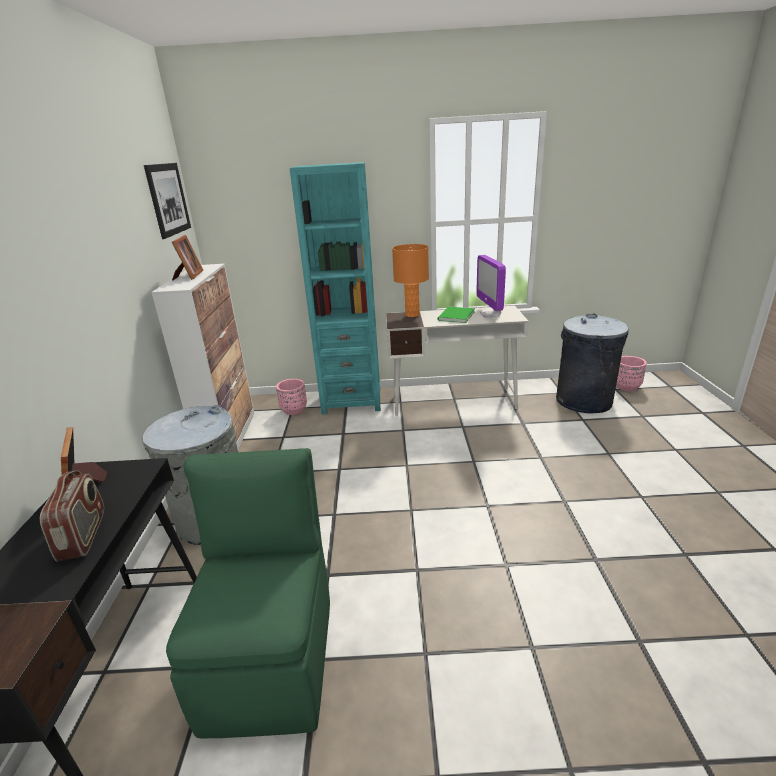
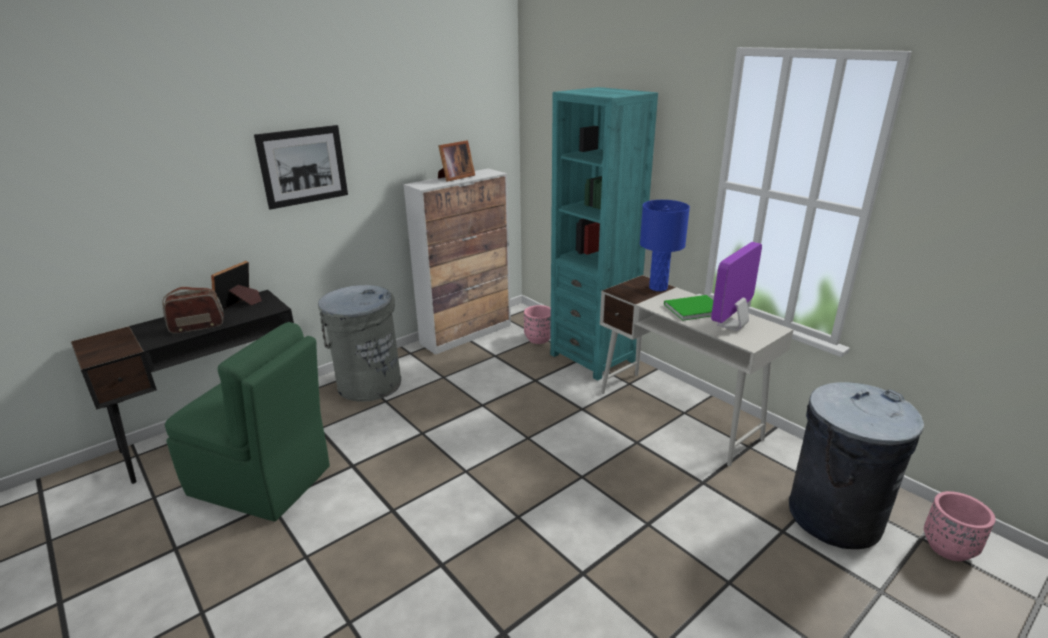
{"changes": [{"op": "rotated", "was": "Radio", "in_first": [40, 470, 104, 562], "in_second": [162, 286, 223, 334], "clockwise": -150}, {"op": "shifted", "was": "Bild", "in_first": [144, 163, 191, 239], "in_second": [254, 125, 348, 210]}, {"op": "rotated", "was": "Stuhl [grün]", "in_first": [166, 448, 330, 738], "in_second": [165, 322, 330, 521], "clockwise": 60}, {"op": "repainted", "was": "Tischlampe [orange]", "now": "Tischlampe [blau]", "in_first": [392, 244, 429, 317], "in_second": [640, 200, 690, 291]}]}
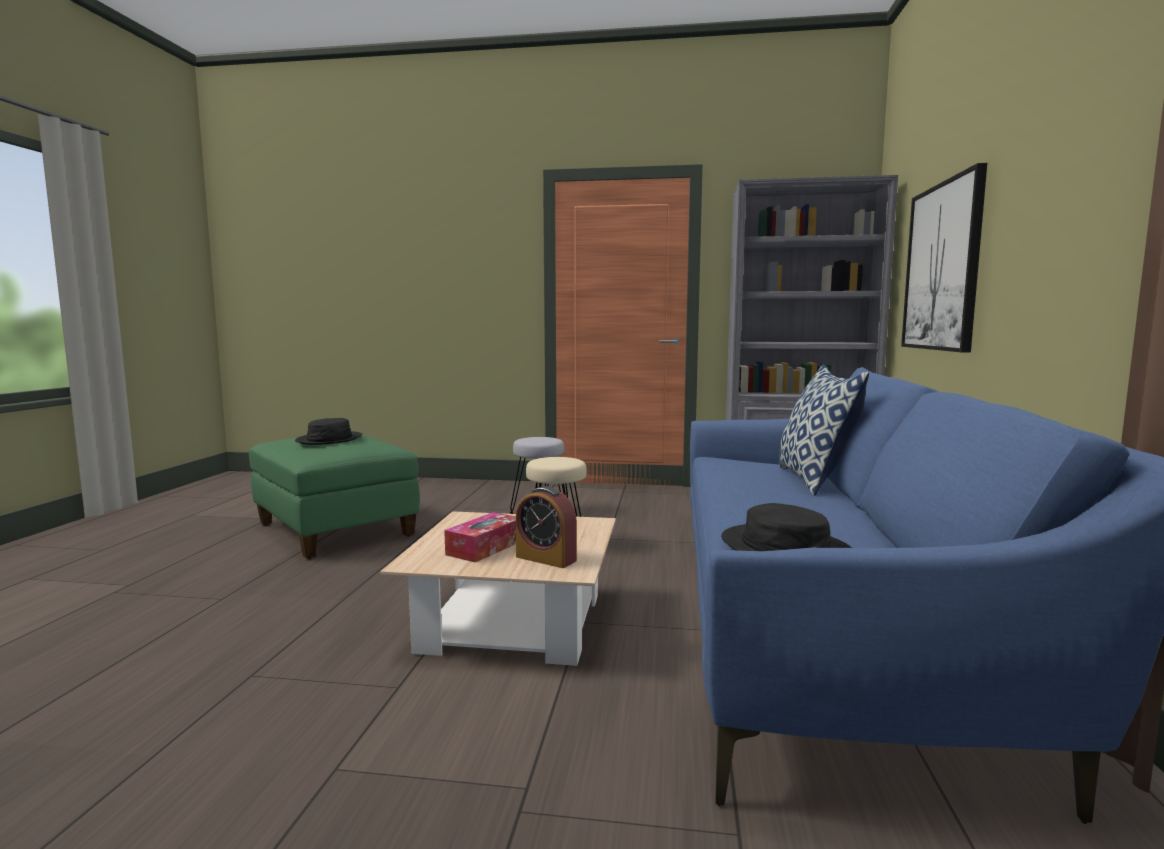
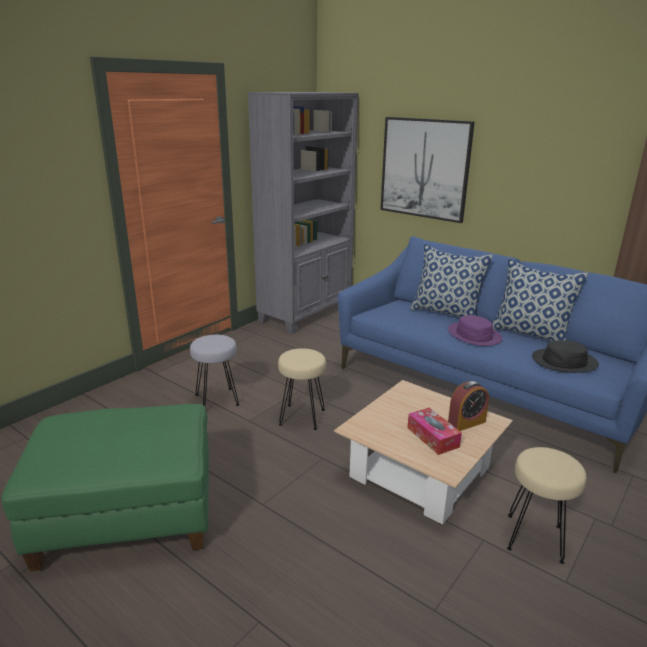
{"changes": [{"op": "gone", "was": "Hut [schwarz]", "in_first": [295, 418, 362, 445]}, {"op": "new", "now": "Hut [lila]", "in_second": [448, 315, 503, 346]}, {"op": "new", "now": "Kissen", "in_second": [492, 259, 588, 342]}, {"op": "new", "now": "Hocker [beige]", "in_second": [507, 447, 587, 564]}]}
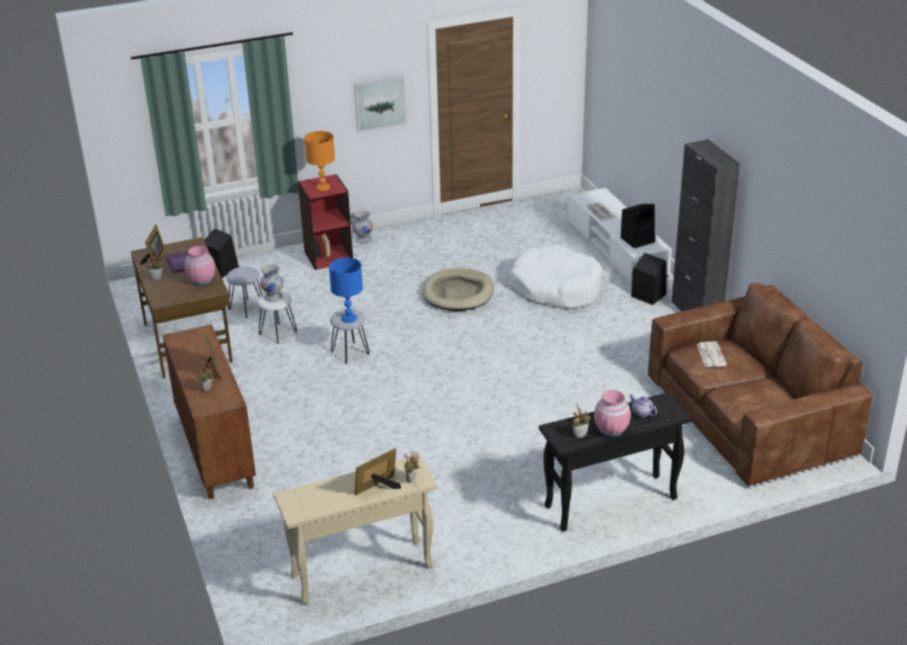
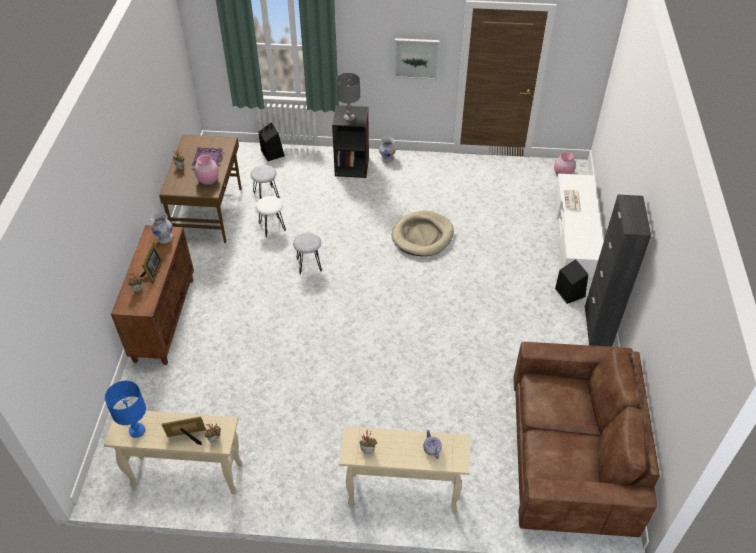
{"changes": [{"op": "gone", "was": "Bilderrahmen", "in_first": [140, 225, 166, 265]}, {"op": "shifted", "was": "Vase [weiß]", "in_first": [260, 264, 283, 302], "in_second": [151, 212, 173, 244]}, {"op": "repainted", "was": "Bücherregal [rot]", "now": "Bücherregal [schwarz]", "in_first": [298, 174, 353, 270], "in_second": [332, 105, 369, 178]}, {"op": "repainted", "was": "Tischlampe [orange]", "now": "Tischlampe [grau]", "in_first": [304, 131, 335, 191], "in_second": [336, 73, 360, 121]}, {"op": "shifted", "was": "Tischlampe [blau]", "in_first": [329, 258, 363, 323], "in_second": [105, 381, 146, 438]}, {"op": "gone", "was": "Hundebett [weiß]", "in_first": [510, 245, 603, 310]}, {"op": "repainted", "was": "Konsolentisch [schwarz]", "now": "Konsolentisch [beige]", "in_first": [539, 392, 692, 531], "in_second": [339, 426, 470, 512]}, {"op": "shifted", "was": "Vase [rosa]", "in_first": [594, 390, 631, 437], "in_second": [554, 152, 576, 176]}, {"op": "gone", "was": "Lautsprecher [schwarz]", "in_first": [621, 204, 655, 248]}, {"op": "gone", "was": "Zeitung", "in_first": [697, 341, 727, 367]}]}
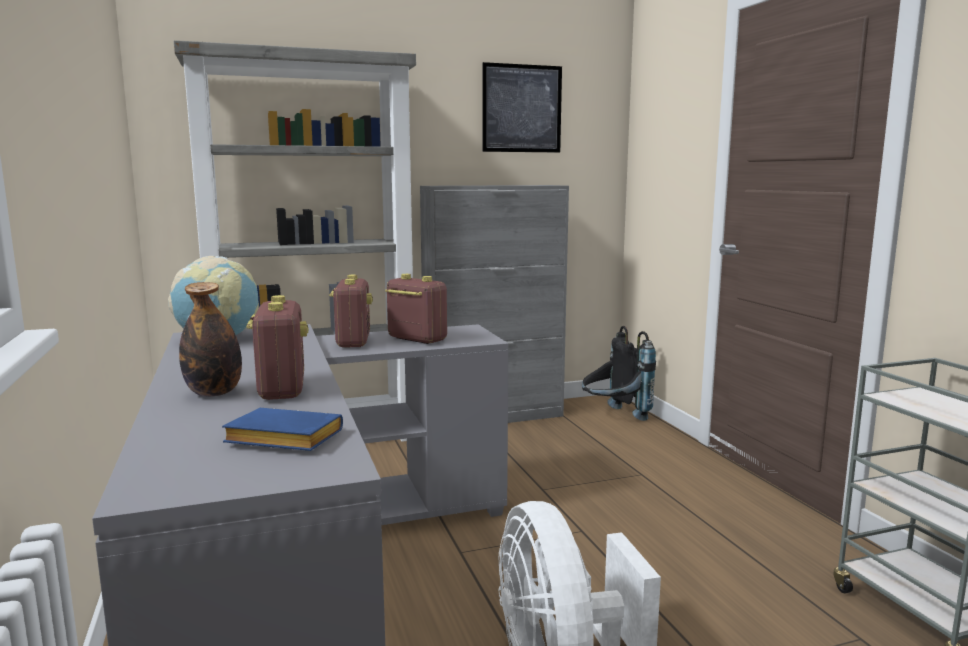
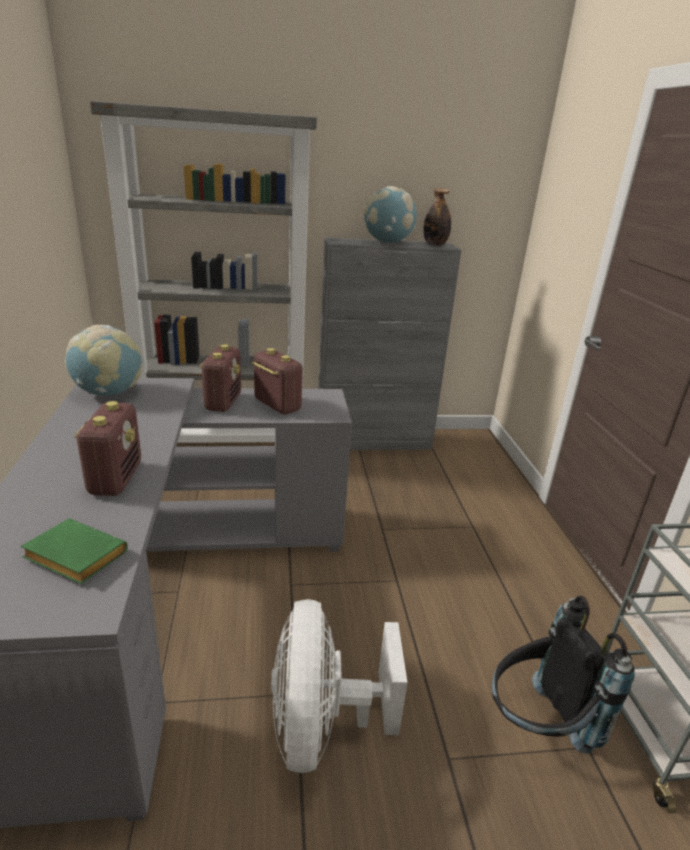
{"changes": [{"op": "shifted", "was": "Flasche", "in_first": [179, 282, 242, 397], "in_second": [423, 188, 451, 246]}, {"op": "repainted", "was": "Buch [blau]", "now": "Buch [grün]", "in_first": [222, 408, 343, 451], "in_second": [21, 519, 128, 584]}, {"op": "gone", "was": "Bild", "in_first": [482, 62, 562, 152]}, {"op": "shifted", "was": "Rucksack [schwarz]", "in_first": [582, 326, 656, 421], "in_second": [492, 596, 635, 754]}, {"op": "new", "now": "Globus", "in_second": [364, 186, 417, 243]}]}
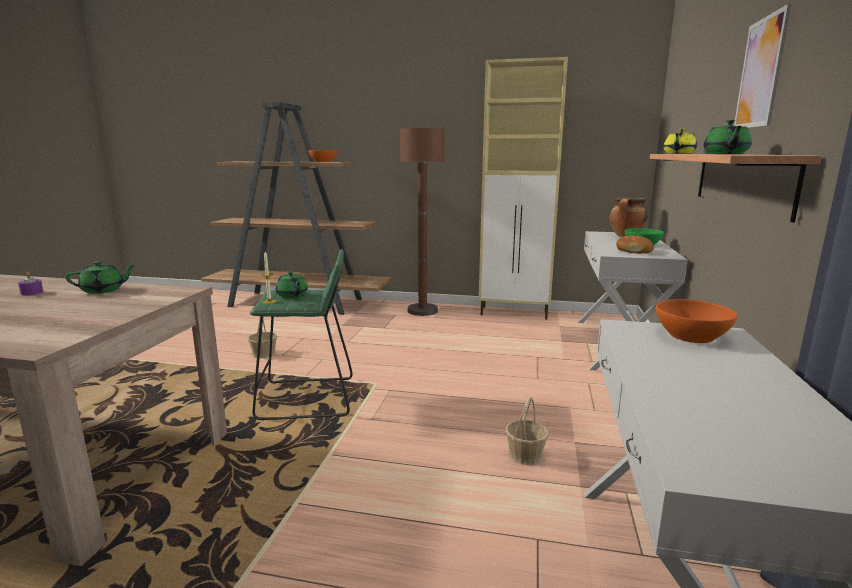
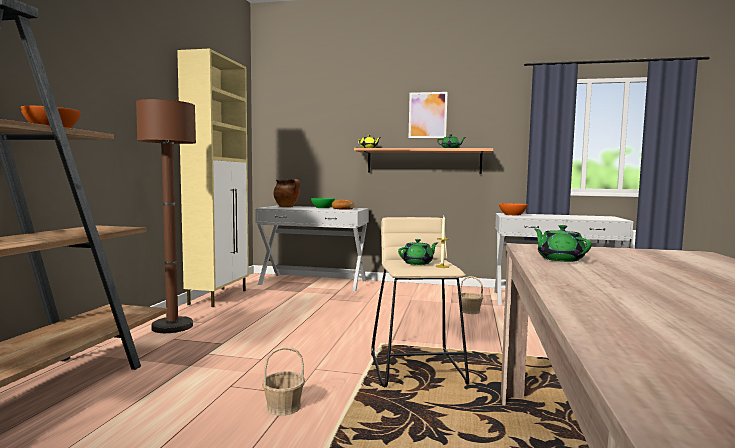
{"changes": [{"op": "gone", "was": "Kerze [lila]", "in_first": [18, 272, 43, 296]}, {"op": "repainted", "was": "Hocker [grün]", "now": "Hocker [beige]", "in_first": [250, 249, 353, 420], "in_second": [371, 217, 469, 387]}]}
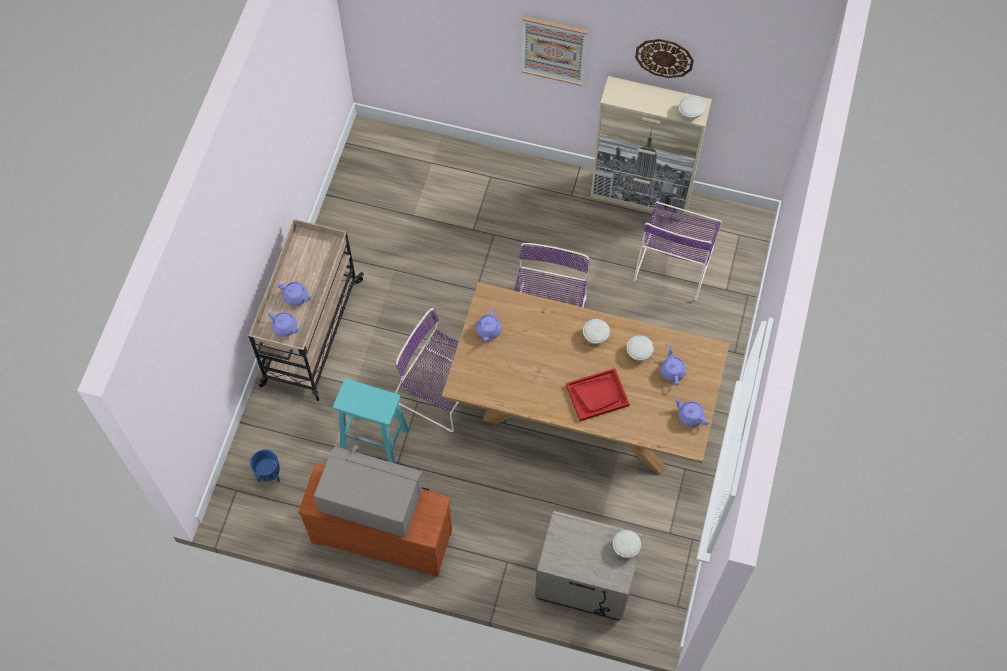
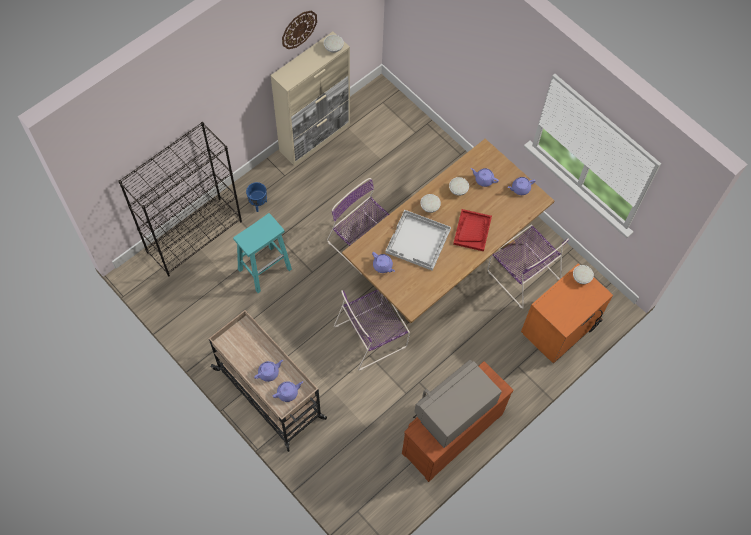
{"changes": [{"op": "shifted", "was": "Pflanzkübel [blau]", "in_first": [250, 449, 280, 483], "in_second": [246, 182, 267, 212]}, {"op": "shifted", "was": "Hocker [türkis]", "in_first": [333, 378, 409, 463], "in_second": [233, 213, 292, 293]}, {"op": "gone", "was": "Bild", "in_first": [521, 16, 587, 86]}, {"op": "repainted", "was": "Nachttisch [beige]", "now": "Nachttisch [orange]", "in_first": [535, 511, 643, 621], "in_second": [521, 263, 613, 364]}, {"op": "shifted", "was": "Stuhl [lila]", "in_first": [633, 202, 722, 300], "in_second": [487, 225, 569, 309]}, {"op": "new", "now": "Bücherregal [schwarz]", "in_second": [118, 122, 242, 277]}, {"op": "new", "now": "Tablett [weiß]", "in_second": [385, 210, 451, 271]}]}
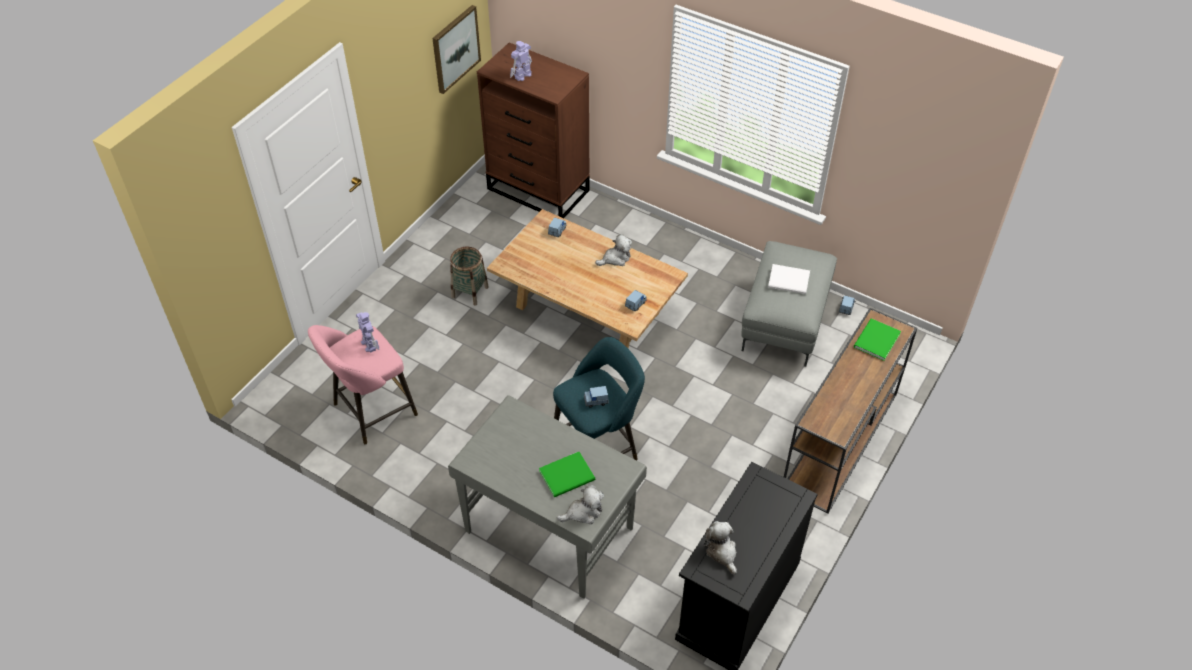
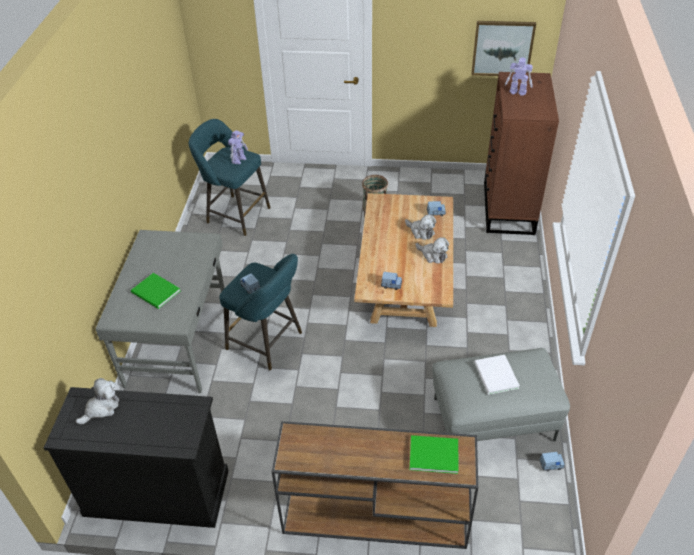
{"changes": [{"op": "repainted", "was": "Hocker [rosa]", "now": "Hocker [türkis]", "in_first": [308, 325, 418, 444], "in_second": [189, 119, 270, 236]}, {"op": "shifted", "was": "Plüschtier", "in_first": [556, 485, 604, 524], "in_second": [405, 214, 436, 240]}]}
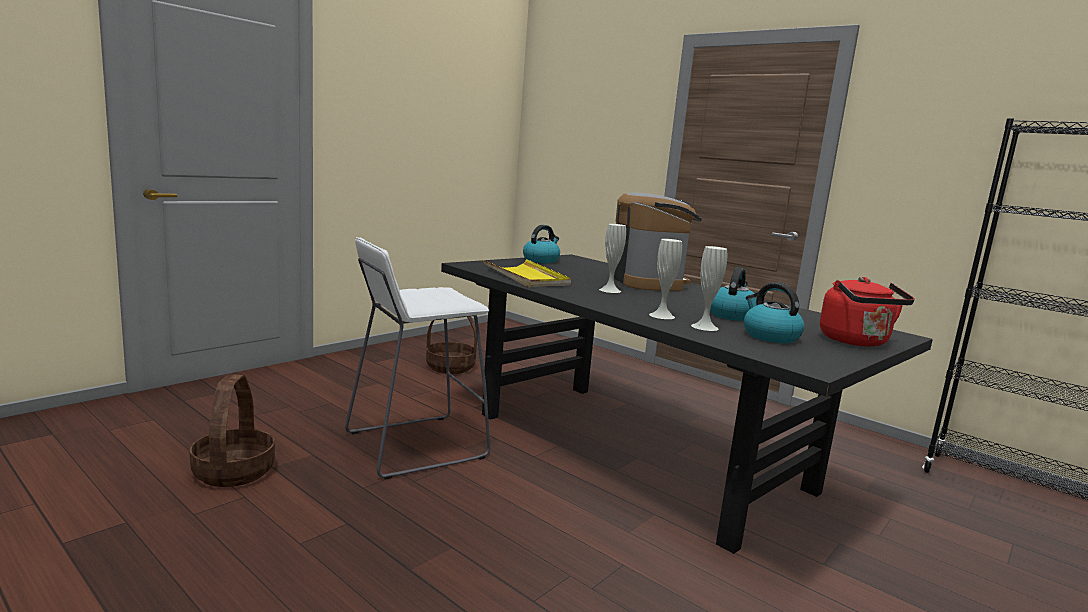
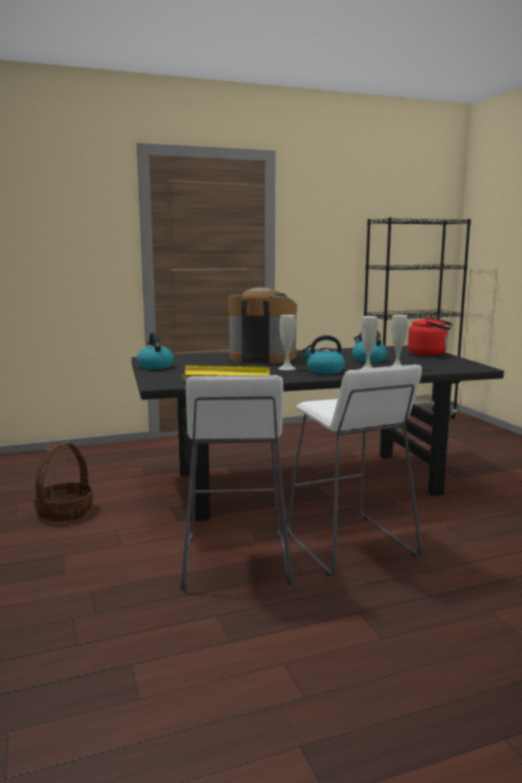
{"changes": [{"op": "gone", "was": "Korb", "in_first": [189, 374, 275, 487]}, {"op": "shifted", "was": "Wasserkessel", "in_first": [744, 283, 804, 343], "in_second": [301, 335, 345, 374]}, {"op": "new", "now": "Hocker [weiß]", "in_second": [287, 365, 422, 576]}]}
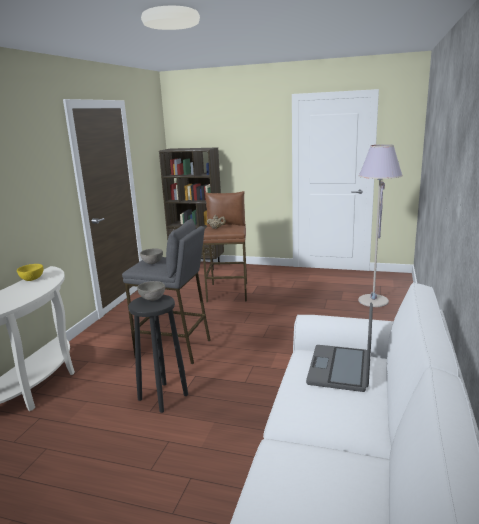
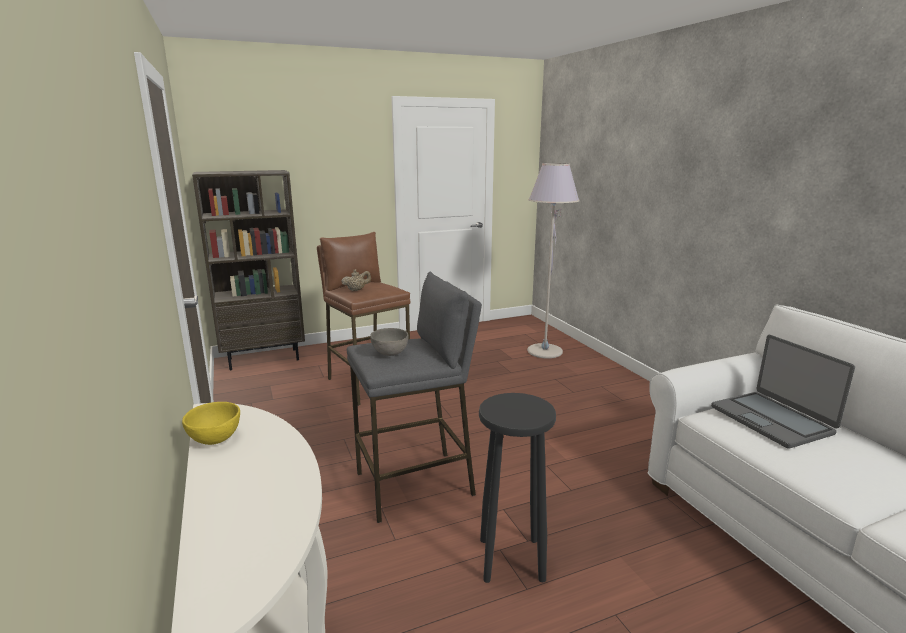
{"changes": [{"op": "gone", "was": "Schüssel [grau]", "in_first": [137, 281, 165, 301]}]}
